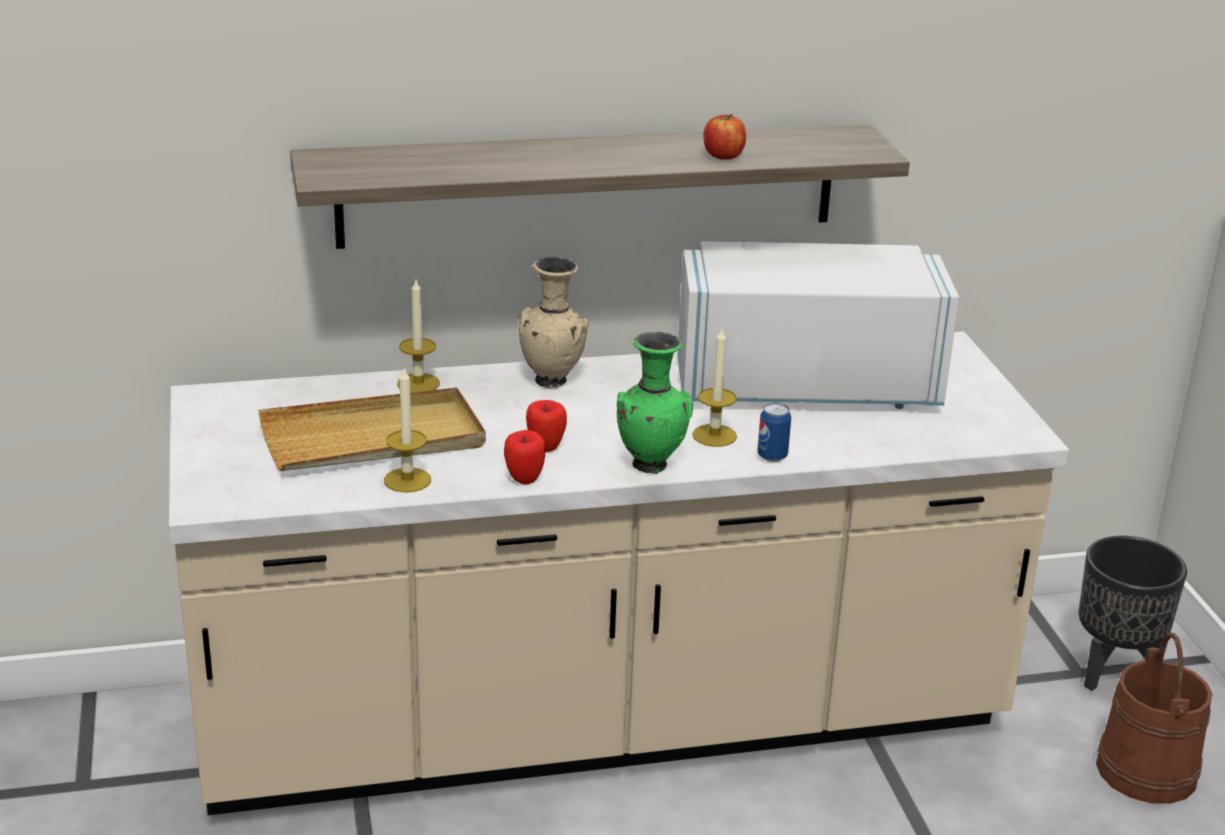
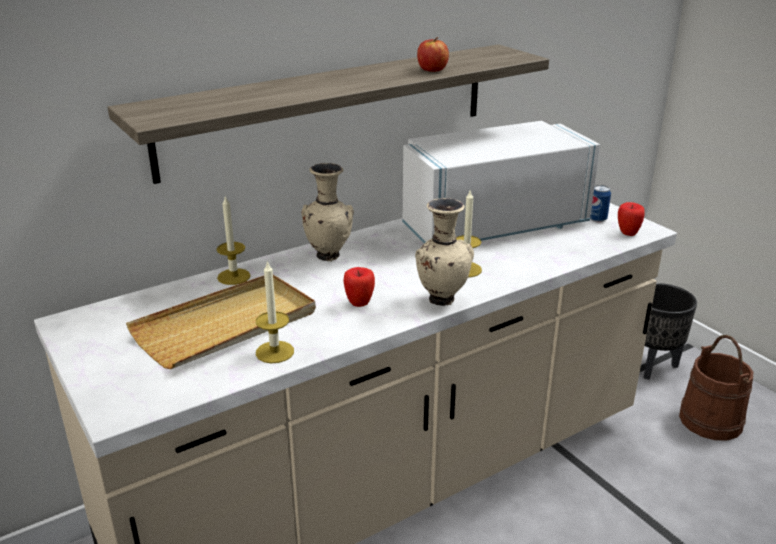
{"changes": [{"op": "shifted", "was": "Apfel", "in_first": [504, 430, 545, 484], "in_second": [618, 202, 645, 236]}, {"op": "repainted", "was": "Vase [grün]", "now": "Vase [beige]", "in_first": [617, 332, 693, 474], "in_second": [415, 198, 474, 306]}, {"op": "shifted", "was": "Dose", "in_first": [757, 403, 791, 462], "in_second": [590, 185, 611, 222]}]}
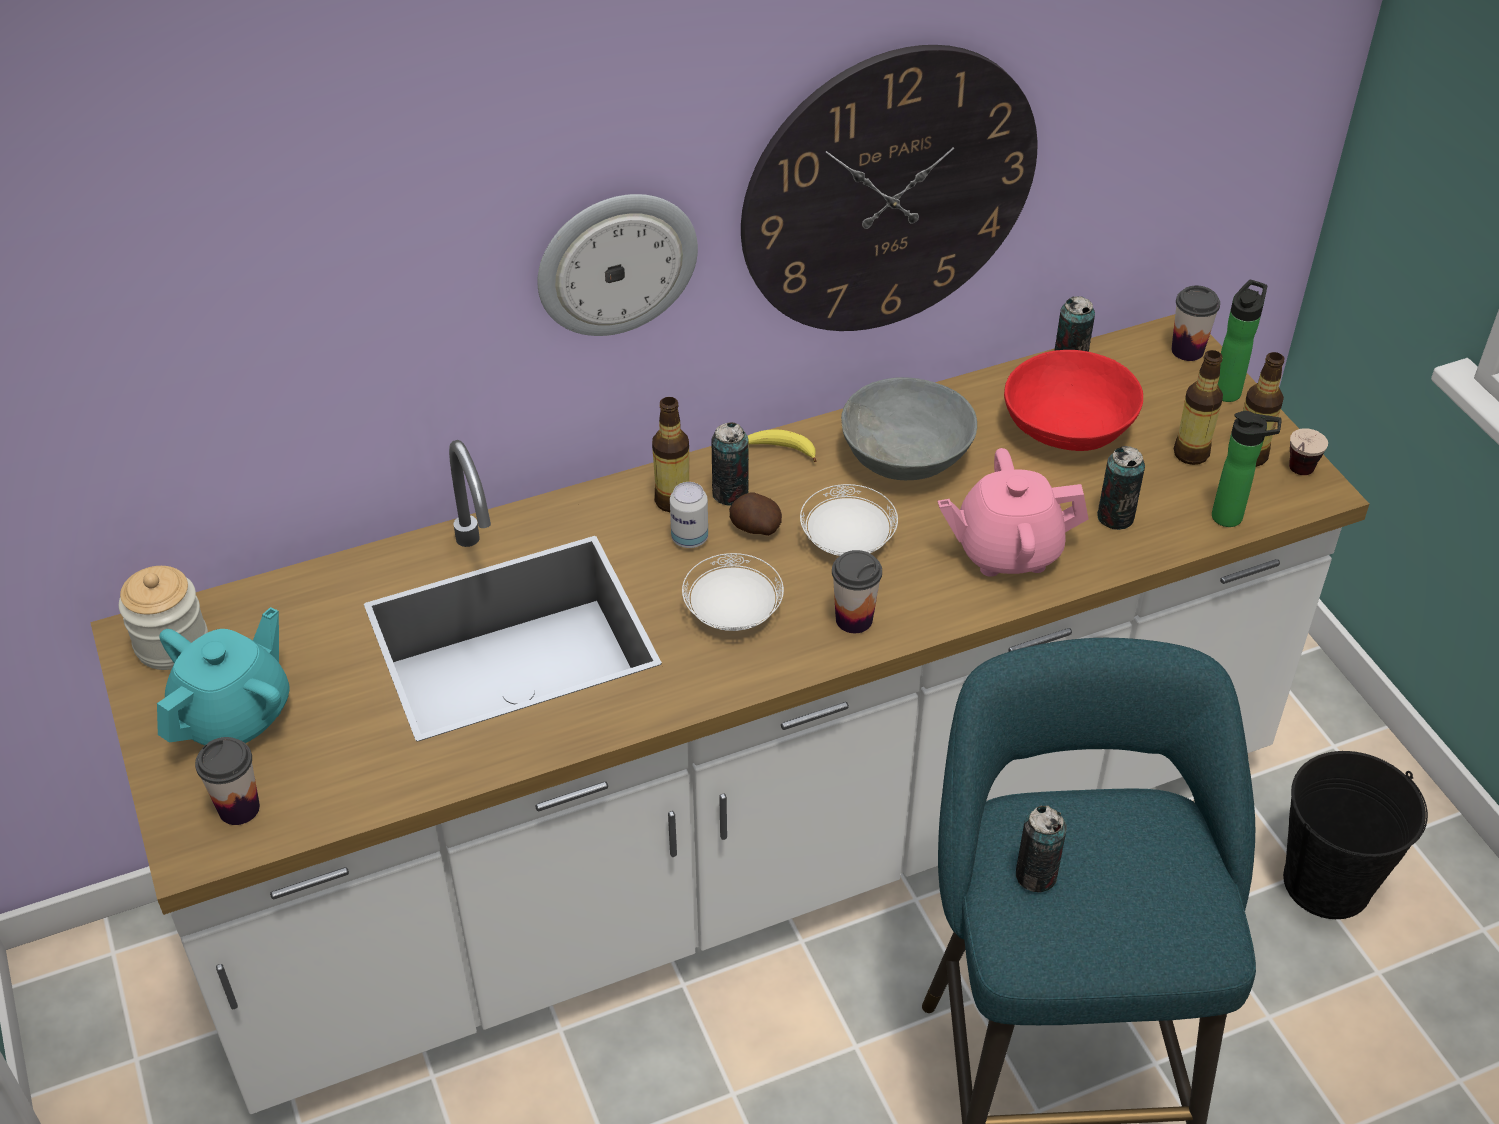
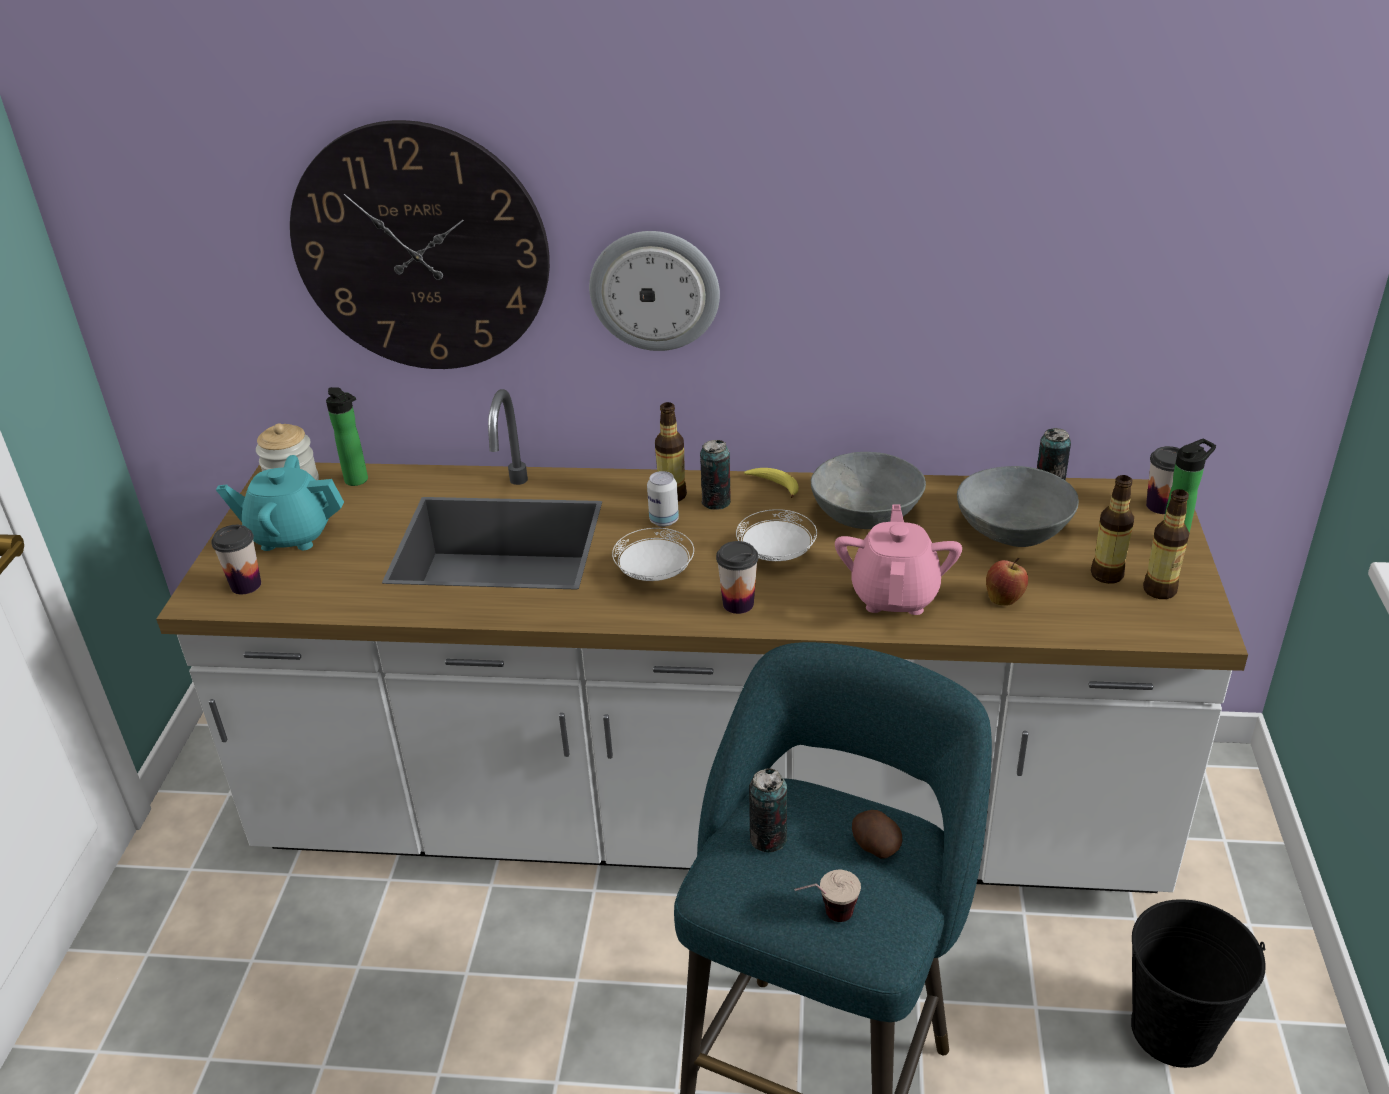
{"changes": [{"op": "rotated", "was": "Teekanne [türkis]", "in_first": [157, 607, 290, 745], "in_second": [216, 455, 344, 551], "clockwise": -150}, {"op": "shifted", "was": "Kartoffel", "in_first": [729, 492, 782, 536], "in_second": [852, 810, 902, 859]}, {"op": "shifted", "was": "Wanduhr", "in_first": [741, 45, 1038, 331], "in_second": [290, 120, 550, 369]}, {"op": "rotated", "was": "Teekanne [rosa]", "in_first": [938, 448, 1088, 577], "in_second": [835, 504, 962, 615], "clockwise": 75}, {"op": "repainted", "was": "Schüssel [rot]", "now": "Schüssel [grau]", "in_first": [1004, 350, 1143, 451], "in_second": [957, 466, 1079, 547]}, {"op": "swapped", "was": "Dose", "now": "Apfel", "in_first": [1097, 446, 1145, 530], "in_second": [986, 558, 1028, 605]}, {"op": "shifted", "was": "Flasche", "in_first": [1212, 411, 1282, 527], "in_second": [326, 387, 368, 486]}, {"op": "shifted", "was": "Tasse", "in_first": [1289, 428, 1328, 475], "in_second": [794, 870, 861, 922]}]}
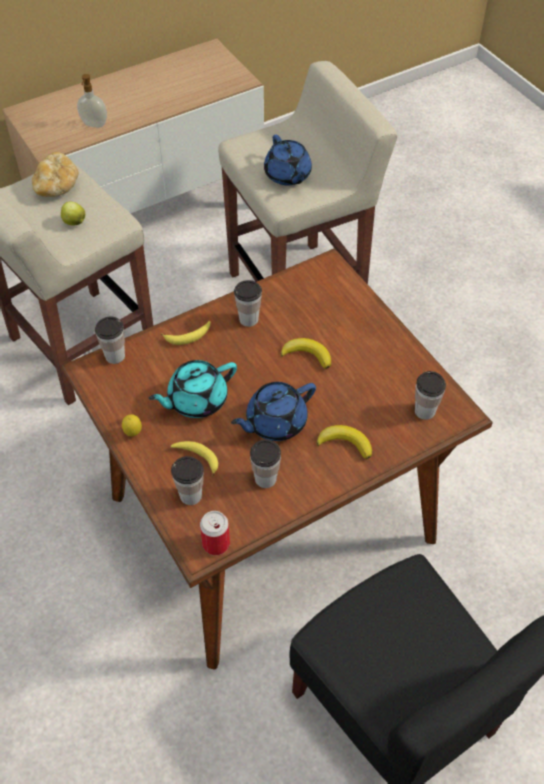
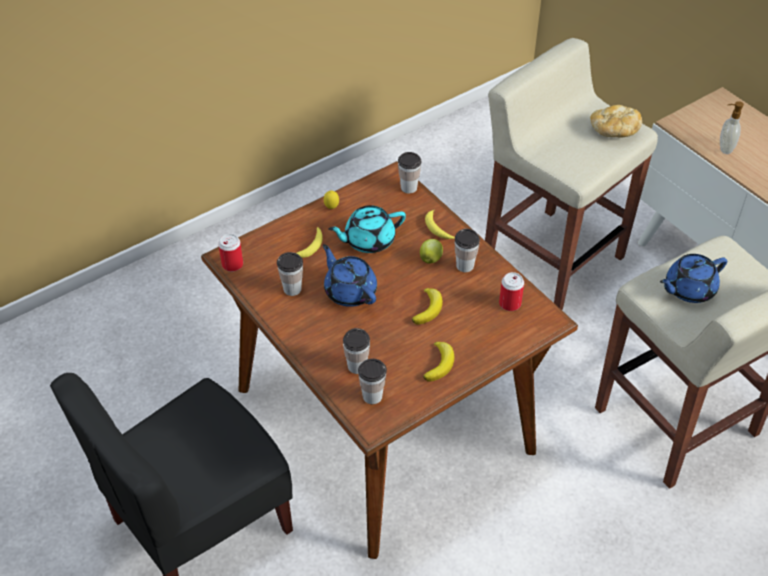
{"changes": [{"op": "shifted", "was": "Apfel", "in_first": [61, 202, 85, 226], "in_second": [420, 239, 443, 264]}, {"op": "rotated", "was": "Teekanne [türkis]", "in_first": [148, 360, 237, 418], "in_second": [328, 205, 406, 253], "clockwise": -75}, {"op": "shifted", "was": "Tasse", "in_first": [171, 456, 204, 505], "in_second": [343, 328, 370, 374]}, {"op": "shifted", "was": "Banane", "in_first": [316, 425, 372, 459], "in_second": [423, 342, 454, 381]}, {"op": "new", "now": "Dose", "in_second": [499, 272, 524, 311]}]}
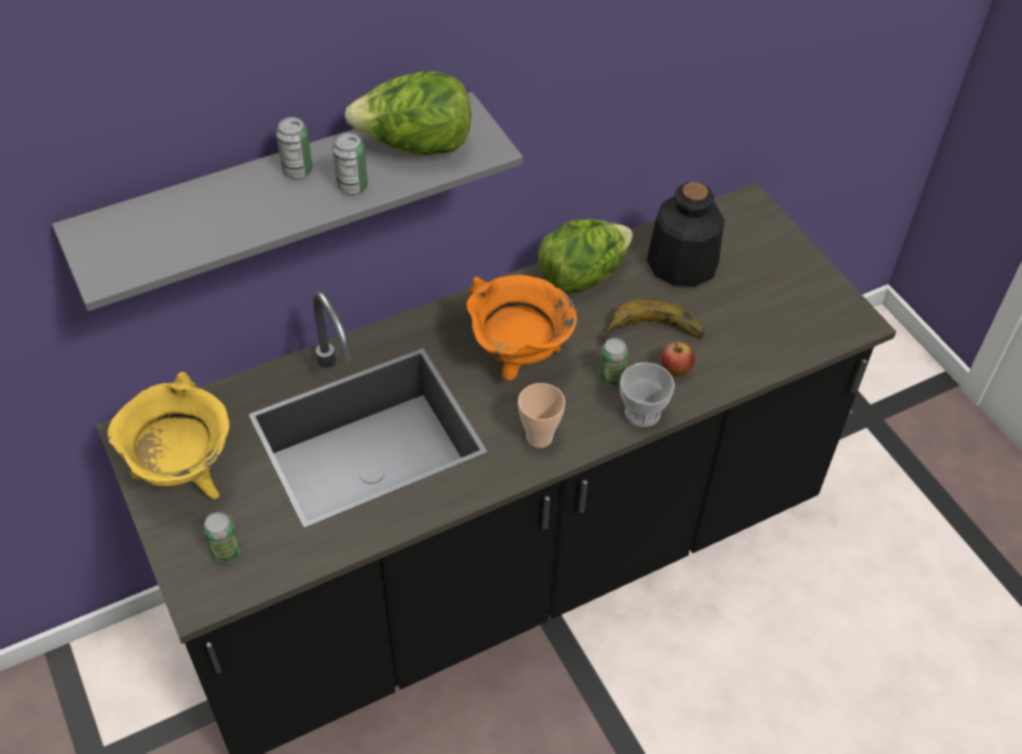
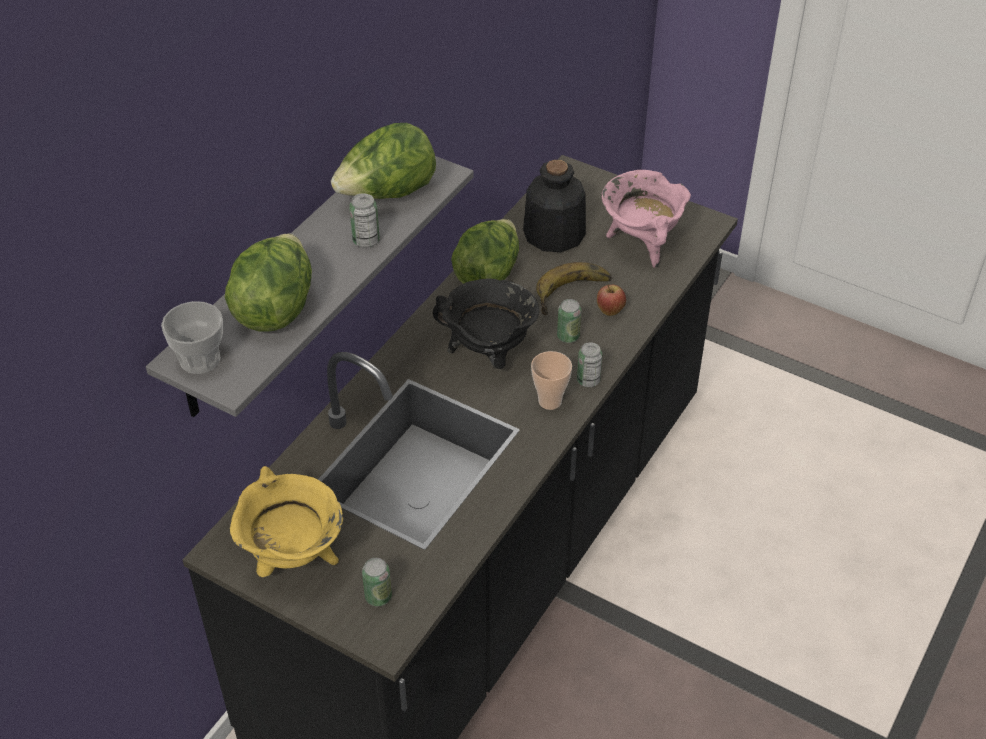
{"changes": [{"op": "shifted", "was": "Dose", "in_first": [276, 117, 313, 178], "in_second": [577, 343, 602, 387]}, {"op": "repainted", "was": "Kochtopf [orange]", "now": "Kochtopf [schwarz]", "in_first": [466, 275, 577, 380], "in_second": [433, 278, 539, 369]}, {"op": "shifted", "was": "Tasse", "in_first": [620, 362, 675, 427], "in_second": [161, 301, 223, 374]}, {"op": "new", "now": "Salatkopf", "in_second": [225, 234, 312, 331]}, {"op": "new", "now": "Kochtopf [rosa]", "in_second": [602, 170, 691, 268]}]}
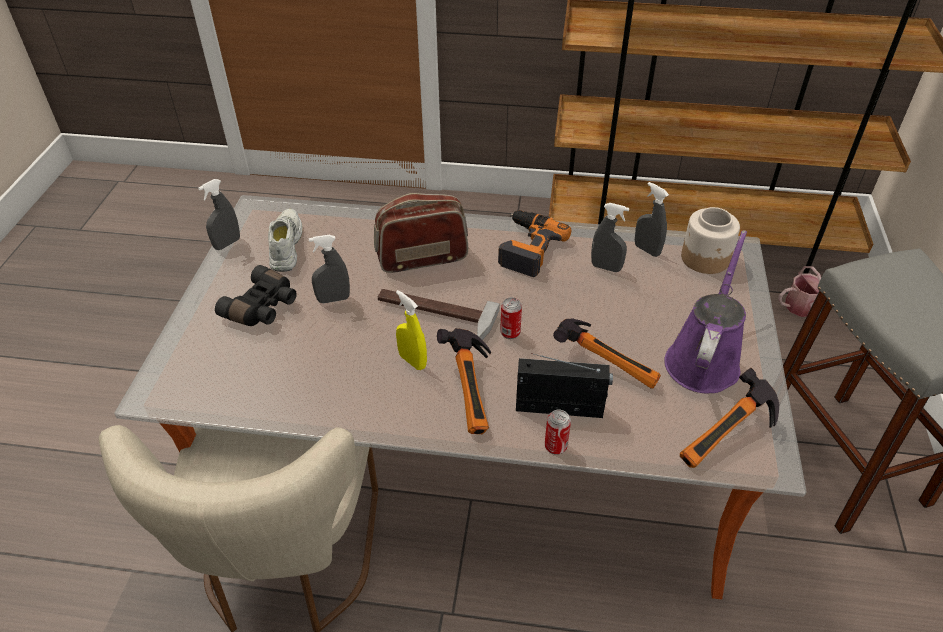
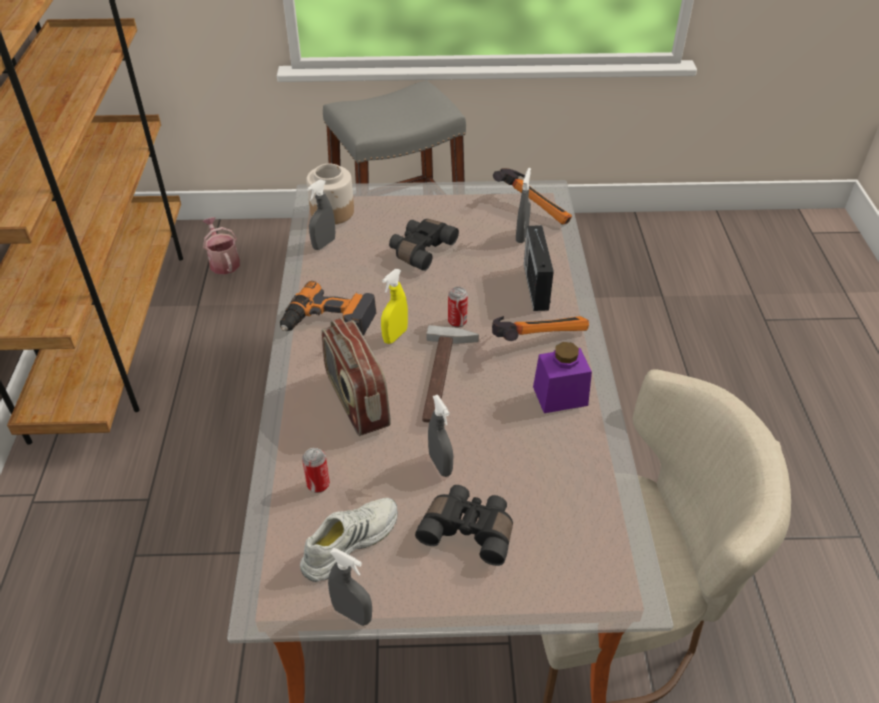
{"changes": [{"op": "rotated", "was": "Schuh [weiß]", "in_first": [268, 209, 303, 272], "in_second": [300, 498, 398, 582], "clockwise": 150}, {"op": "shifted", "was": "Sprühflasche [gelb]", "in_first": [396, 290, 427, 370], "in_second": [381, 269, 408, 344]}, {"op": "shifted", "was": "Dose", "in_first": [545, 410, 571, 455], "in_second": [302, 448, 330, 493]}, {"op": "gone", "was": "Hammer", "in_first": [553, 319, 661, 389]}, {"op": "shifted", "was": "Sprühflasche [grau]", "in_first": [591, 203, 629, 272], "in_second": [516, 168, 531, 243]}, {"op": "gone", "was": "Gießkanne [lila]", "in_first": [664, 230, 747, 394]}, {"op": "new", "now": "Fernglas [schwarz]", "in_second": [389, 219, 459, 271]}, {"op": "new", "now": "Vorratsglas [lila]", "in_second": [533, 342, 592, 413]}]}
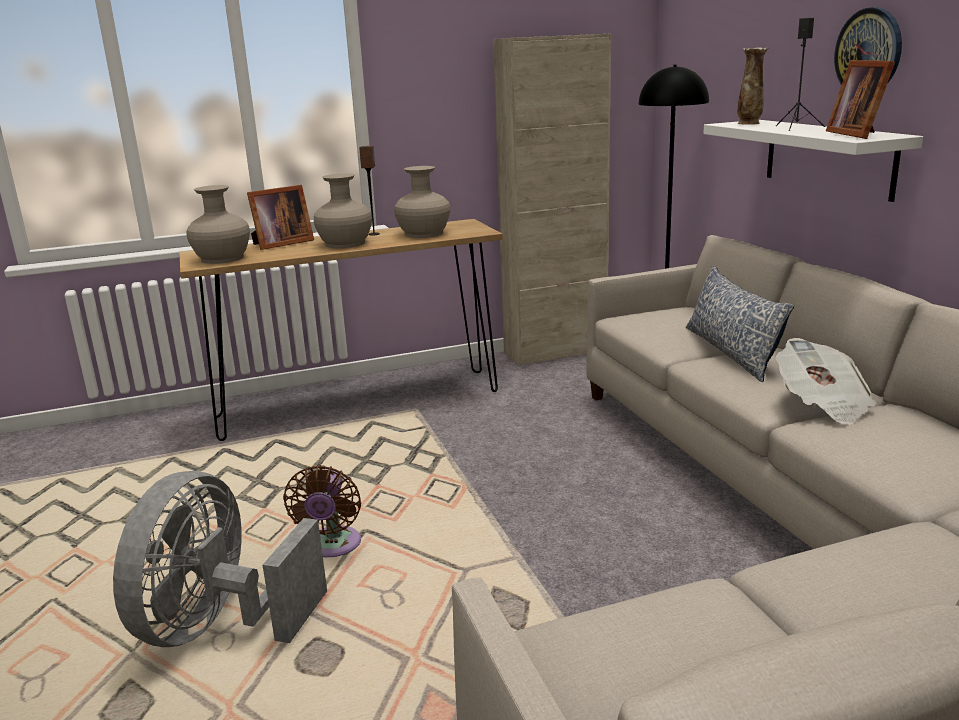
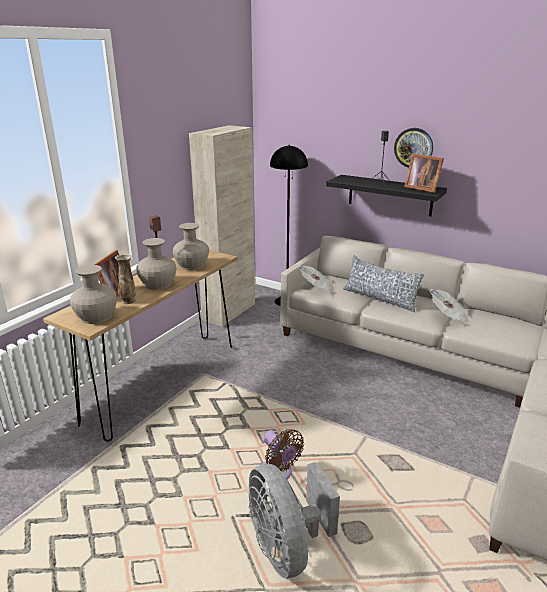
{"changes": [{"op": "repainted", "was": "Wandregal [weiß]", "now": "Wandregal [schwarz]", "in_first": [703, 120, 923, 202], "in_second": [326, 175, 447, 216]}, {"op": "shifted", "was": "Vase", "in_first": [737, 48, 768, 125], "in_second": [115, 254, 136, 304]}, {"op": "new", "now": "Zeitung", "in_second": [298, 266, 336, 292]}]}
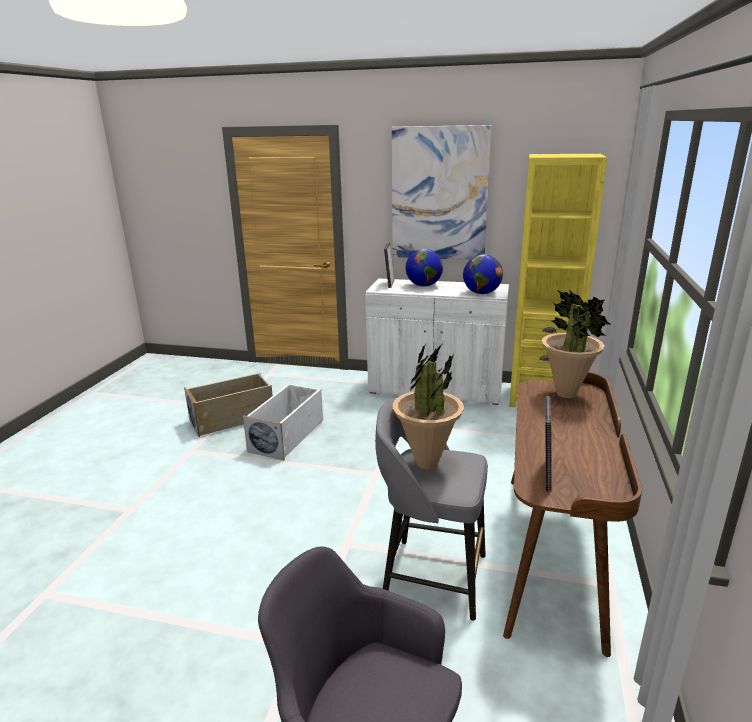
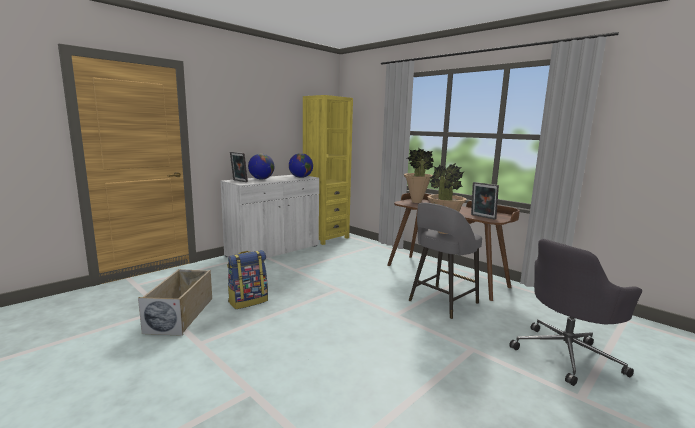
{"changes": [{"op": "swapped", "was": "Aufbewahrungsbox [weiß]", "now": "Rucksack", "in_first": [243, 383, 323, 460], "in_second": [227, 250, 268, 309]}, {"op": "gone", "was": "Bild", "in_first": [392, 125, 492, 260]}]}
